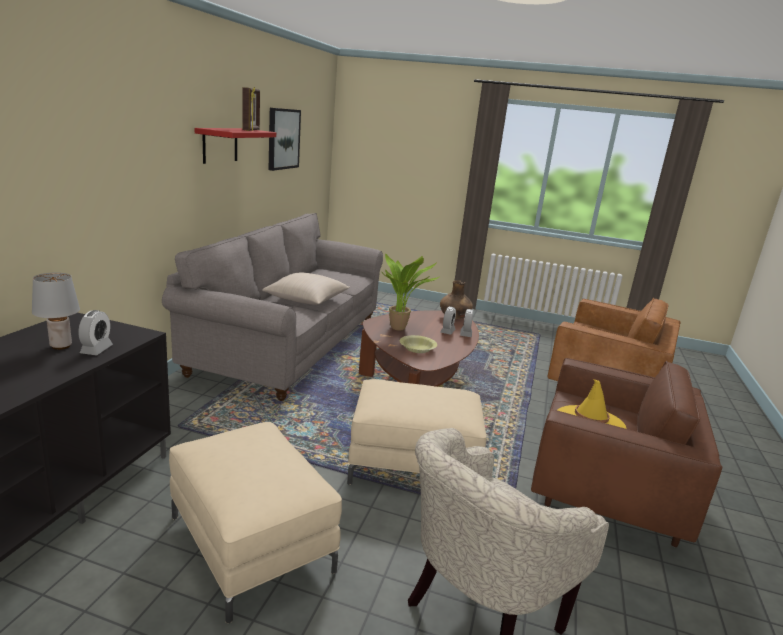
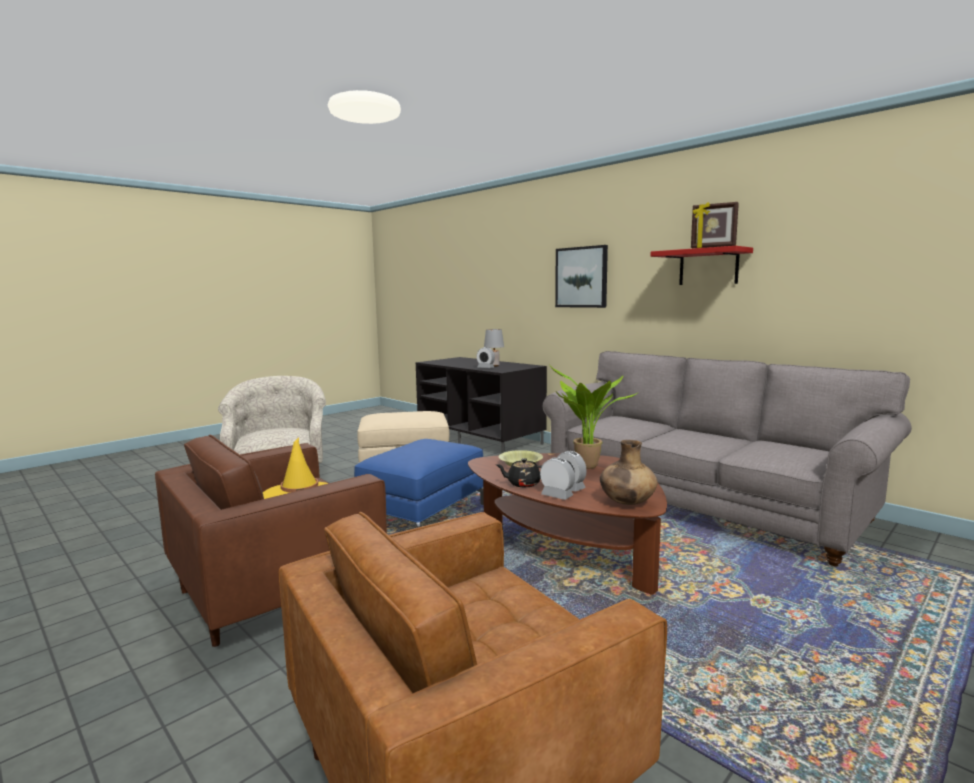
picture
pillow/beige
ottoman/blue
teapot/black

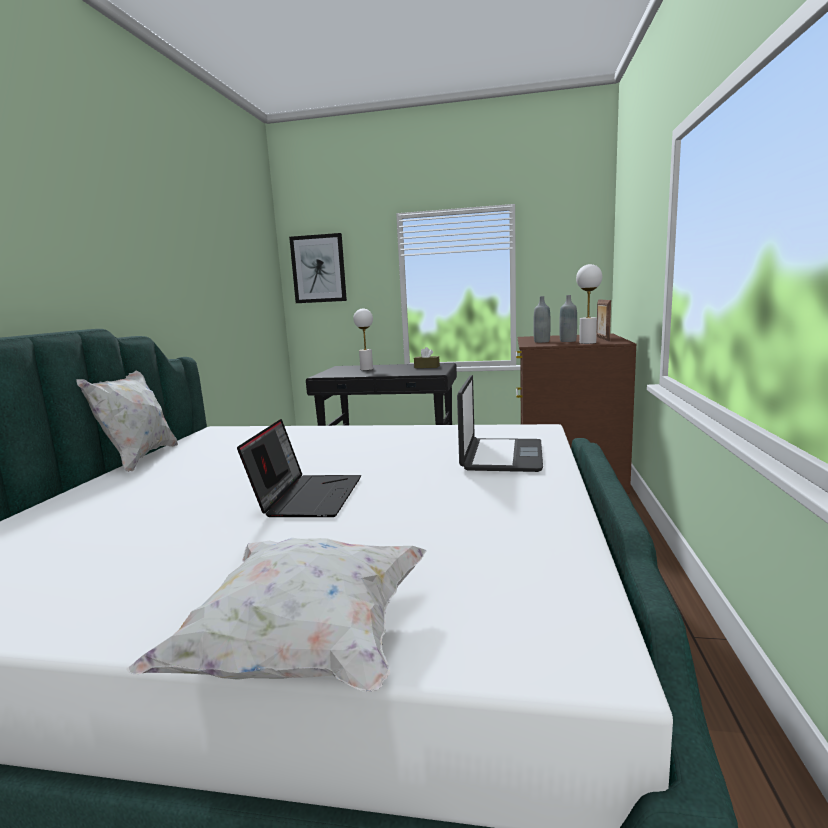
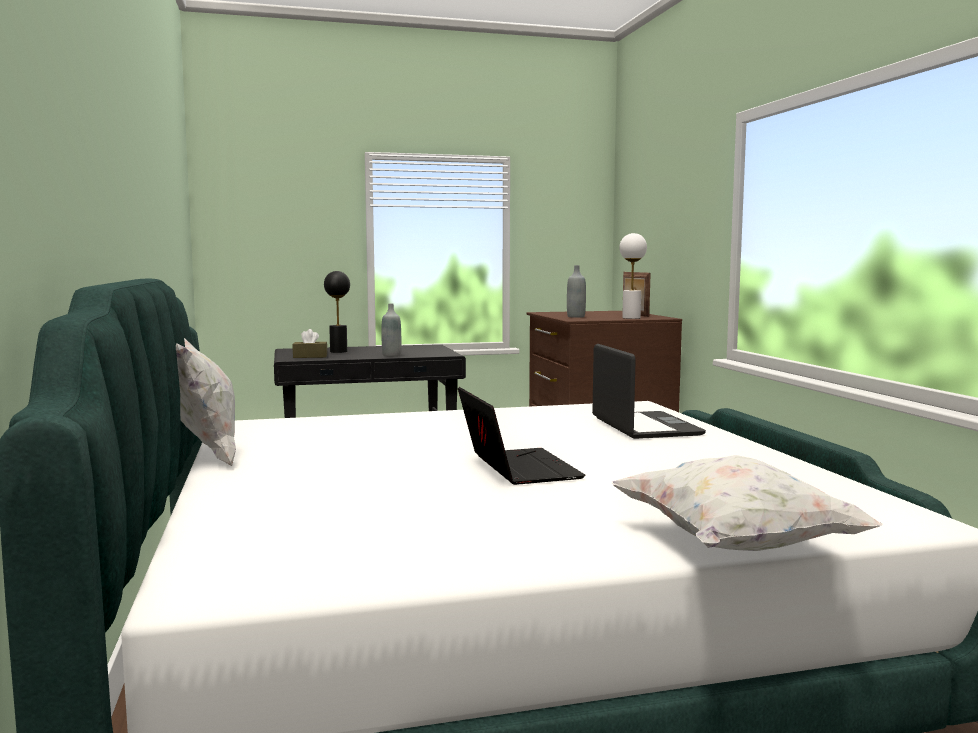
picture
bottle/grey (1st from left)
table lamp/black
tissue box/brown

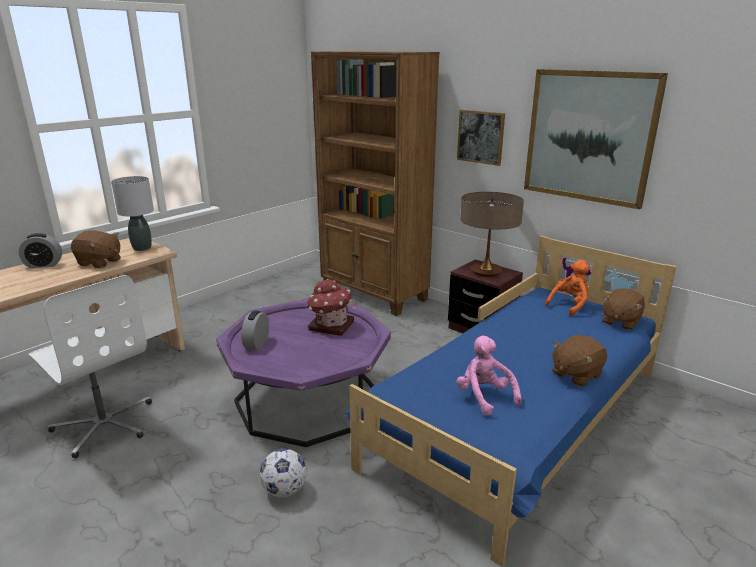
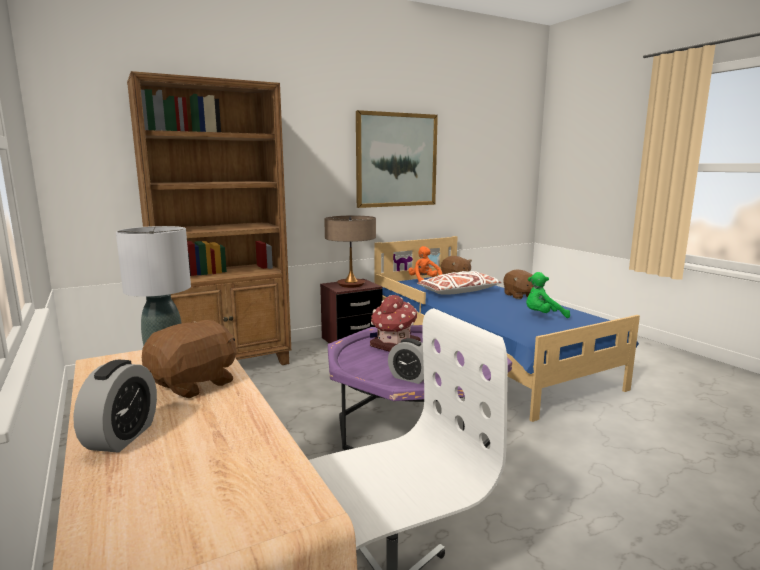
picture (1st from left in the first image)
plush toy/green
football
pillow/white

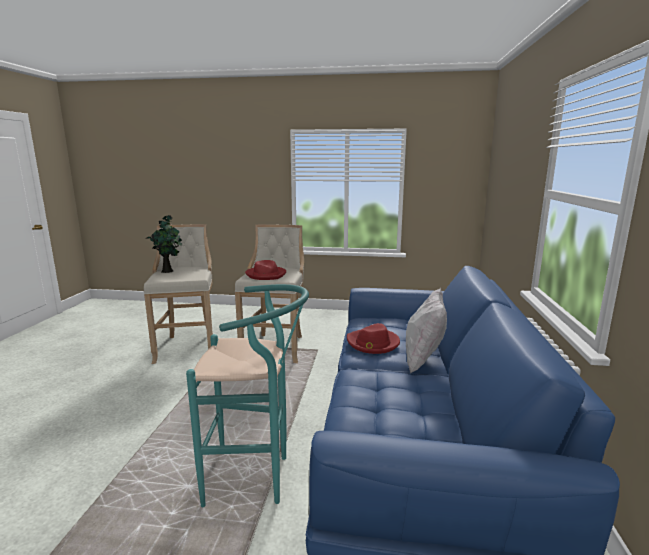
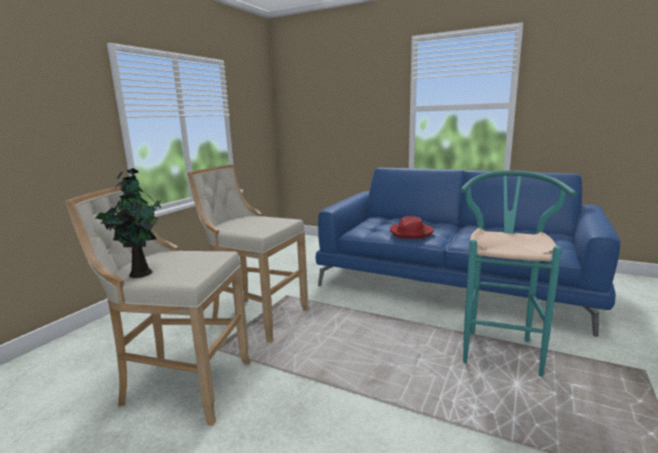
hat/red (1st from left in the first image)
pillow/white

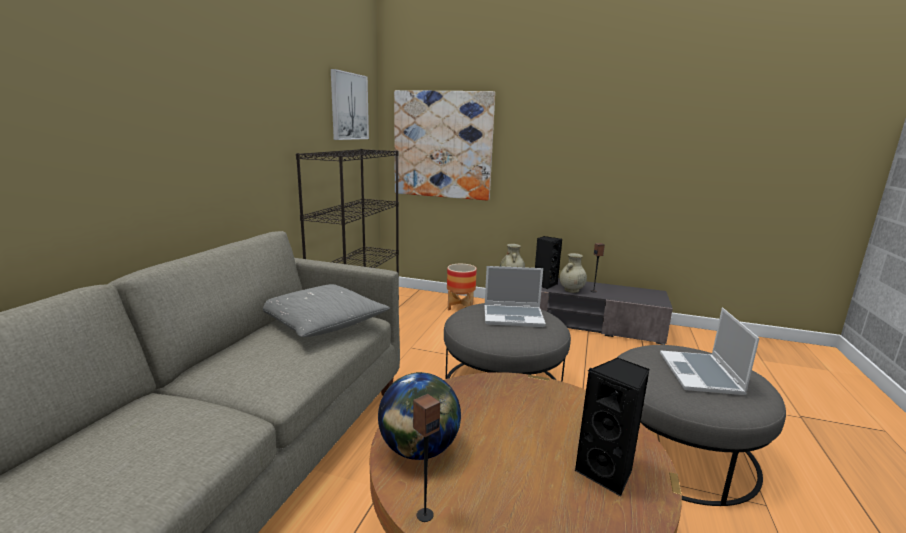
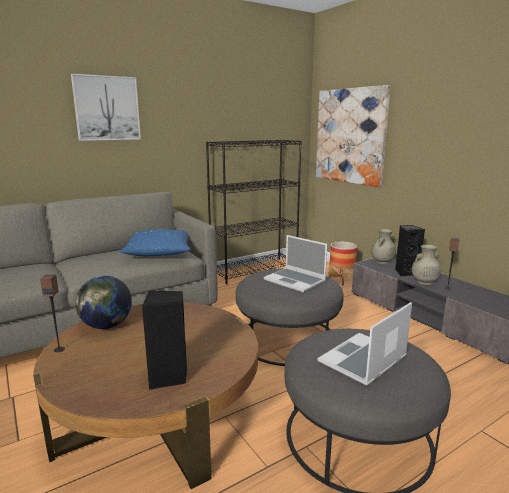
picture (1st from left)
pillow/blue

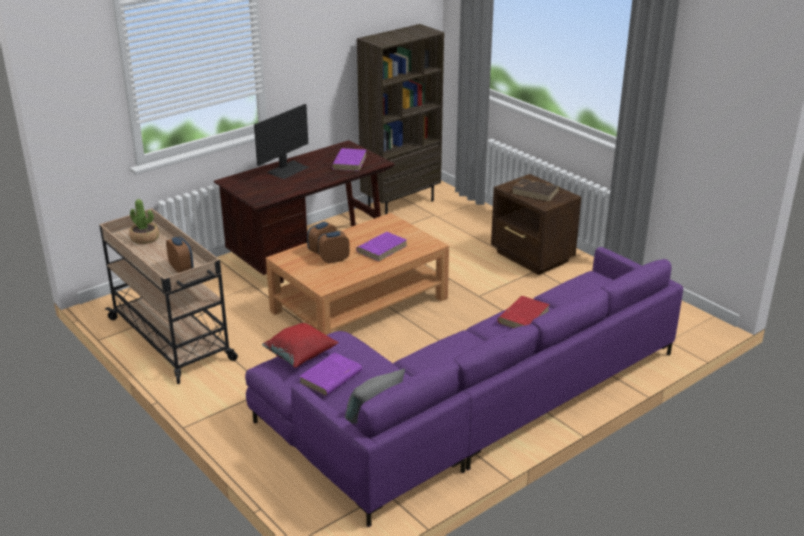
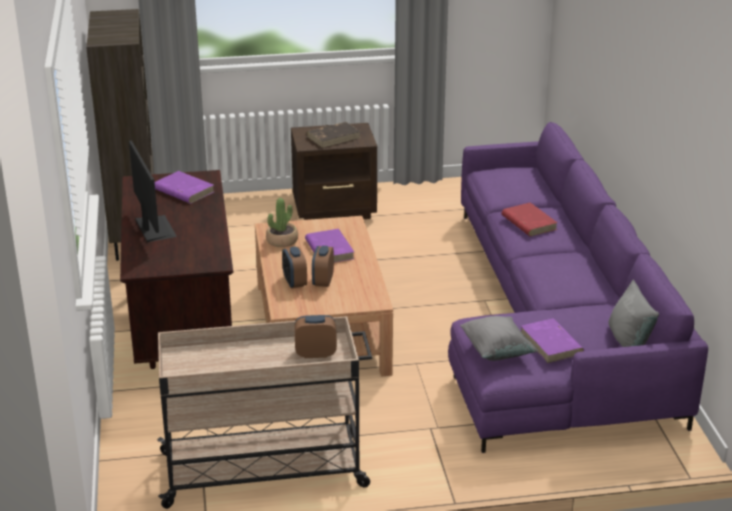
potted plant
pillow/grey (1st from left)

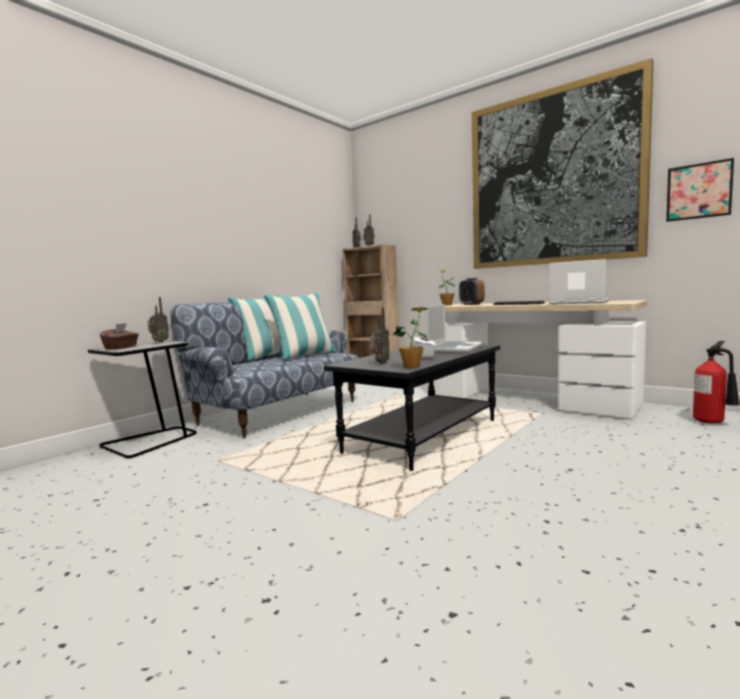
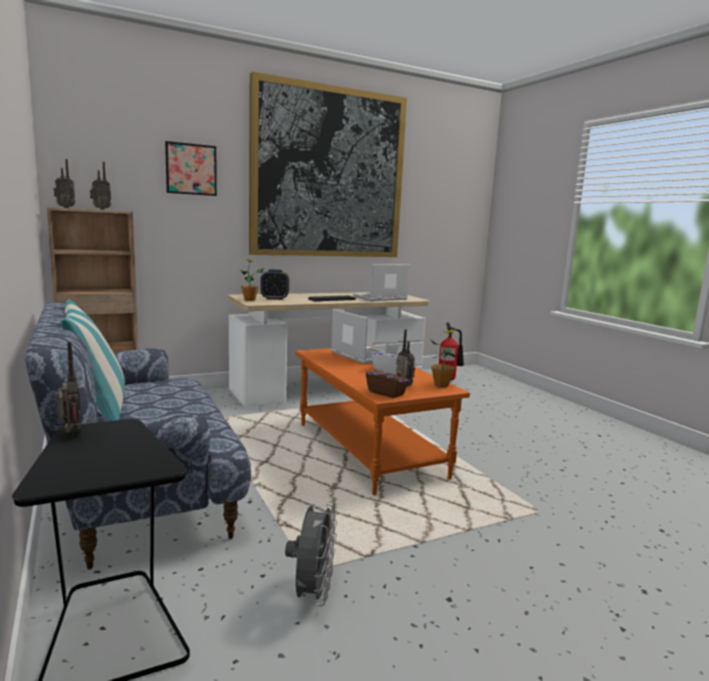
picture (1st from left)
pillow (2nd from left in the first image)
tissue box/brown
coffee table/orange
fan/grey

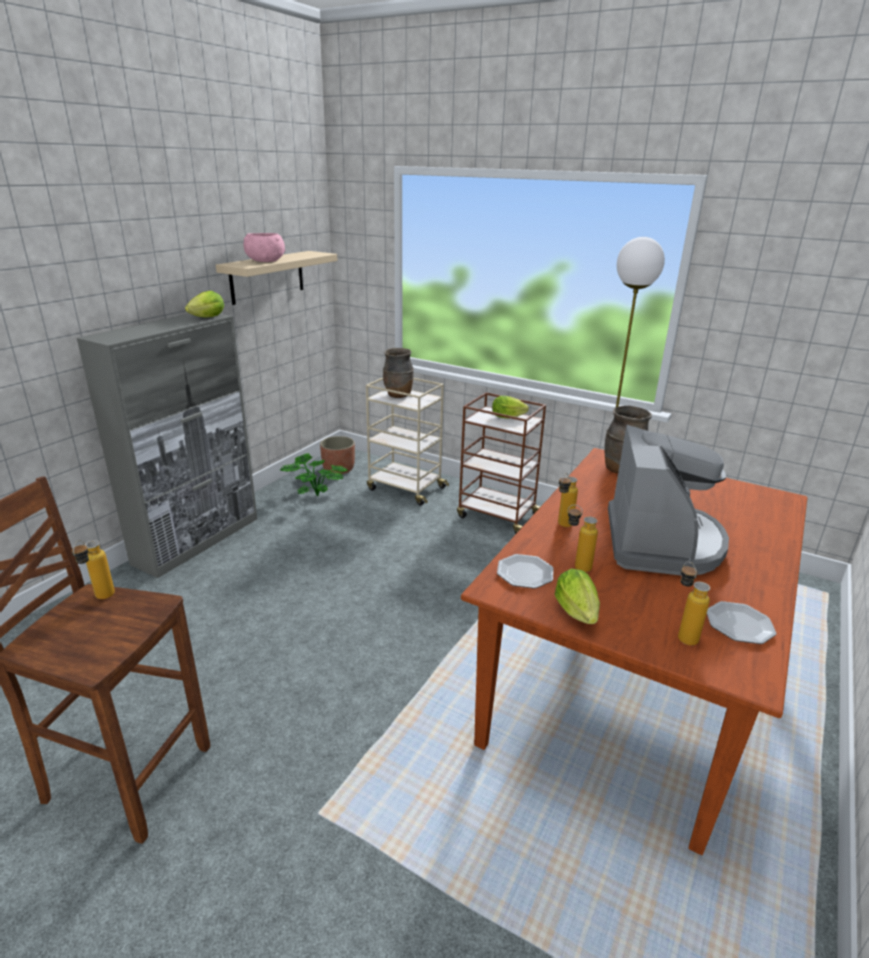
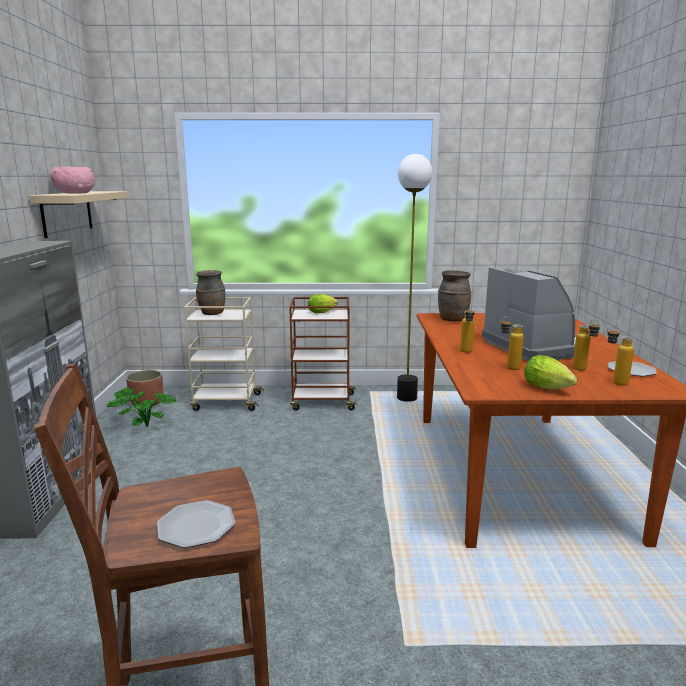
lettuce (1st from left in the first image)
bottle (3rd from left)
plate (1st from left)

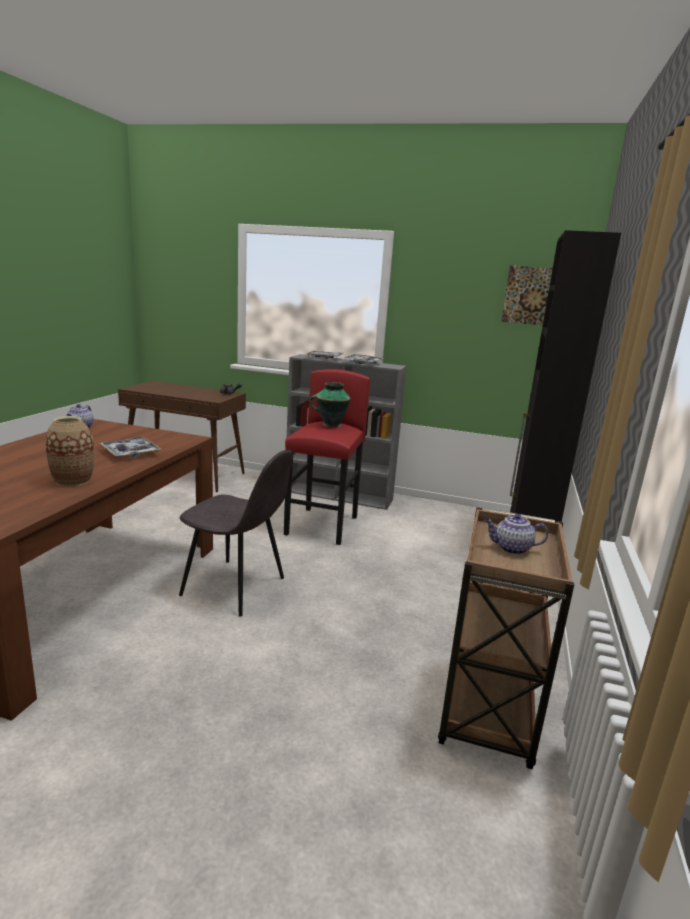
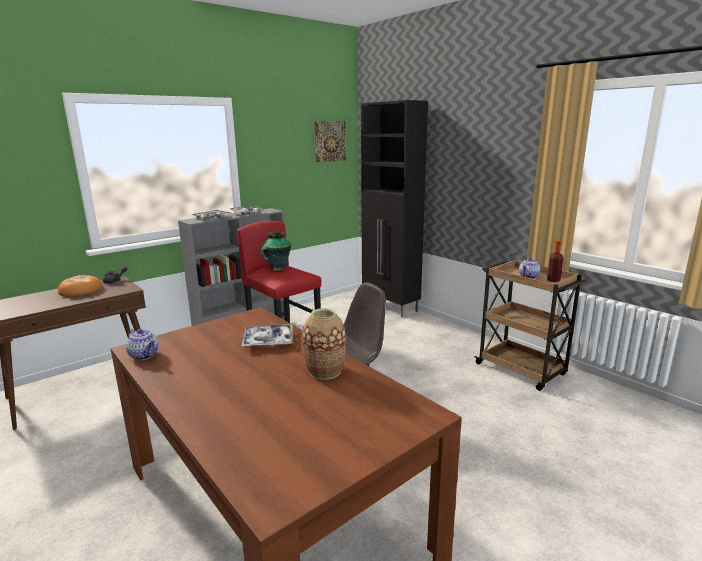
bottle
bread

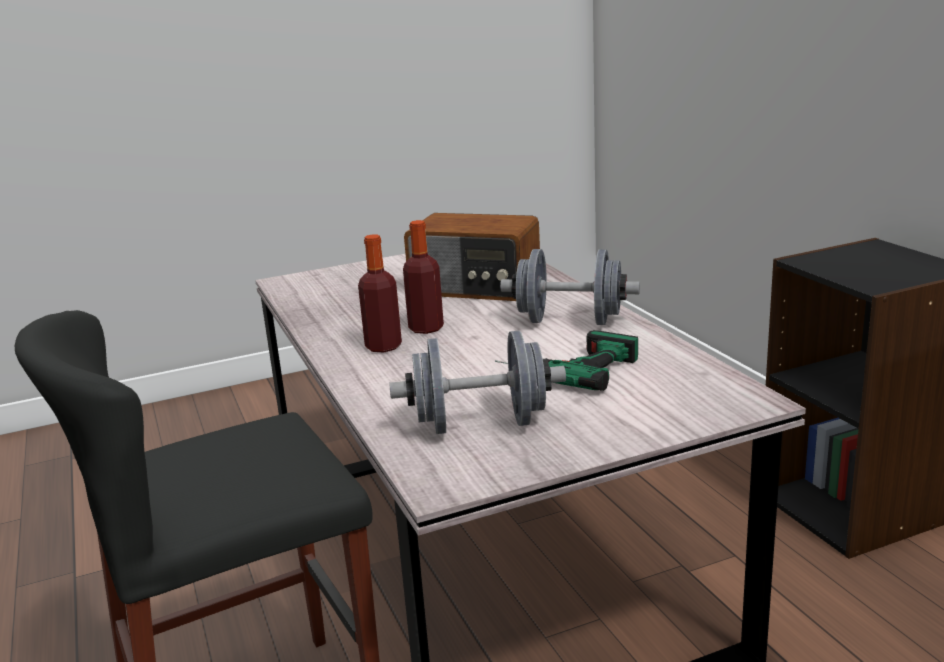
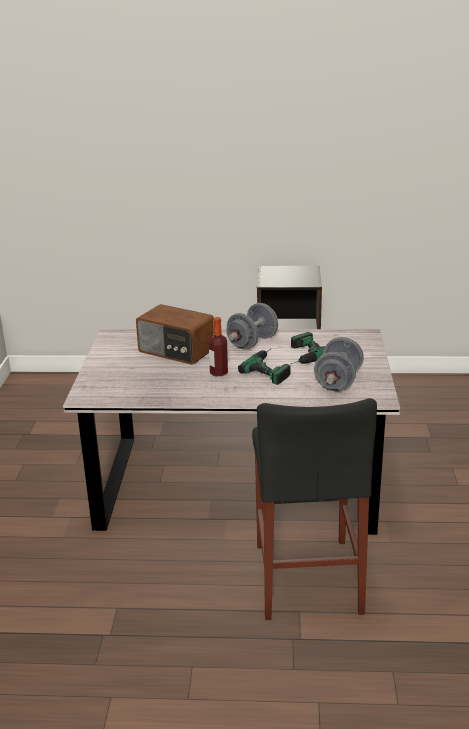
radio
bottle (1st from left in the first image)
power drill (1st from left)

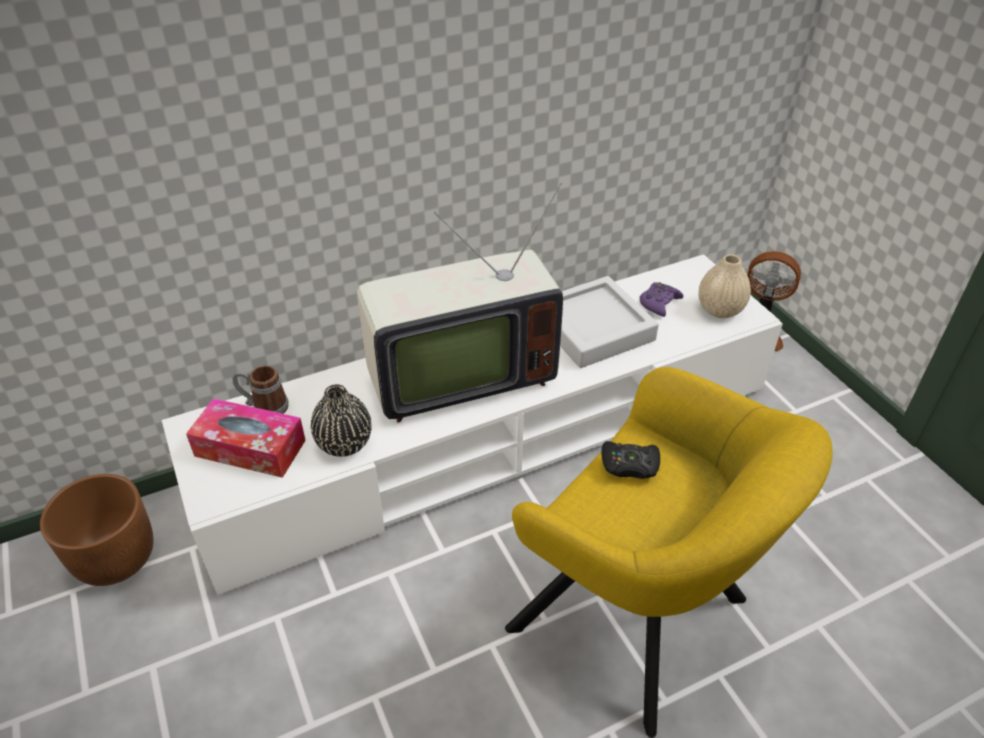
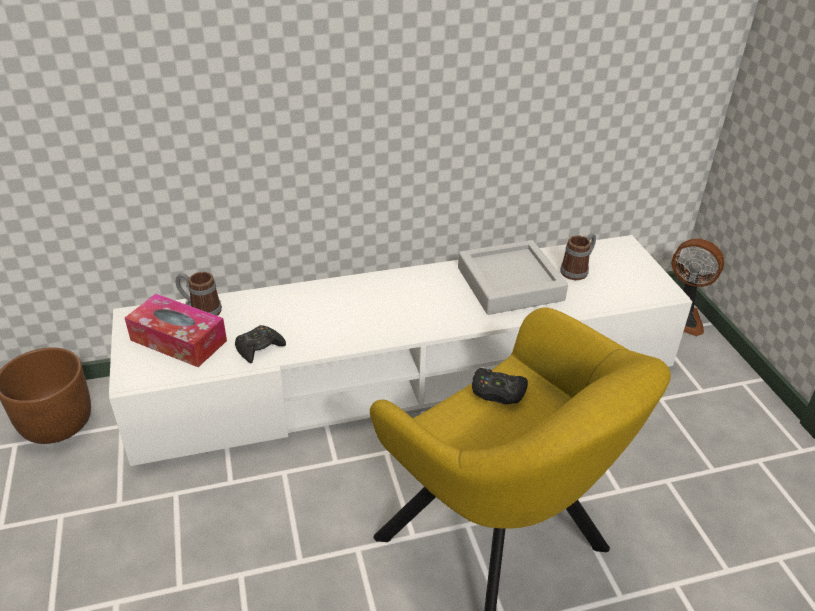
television
vase/beige
mug (2nd from left)
game controller/black (1st from left)

